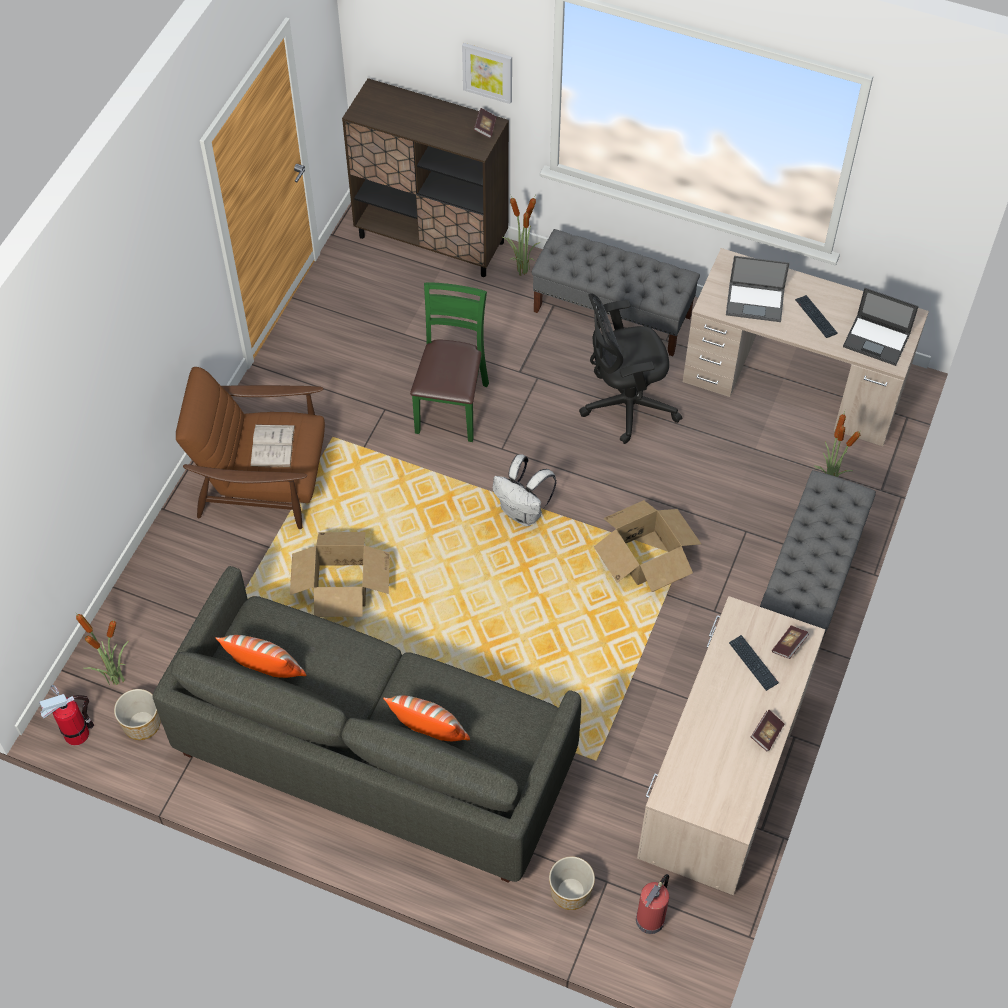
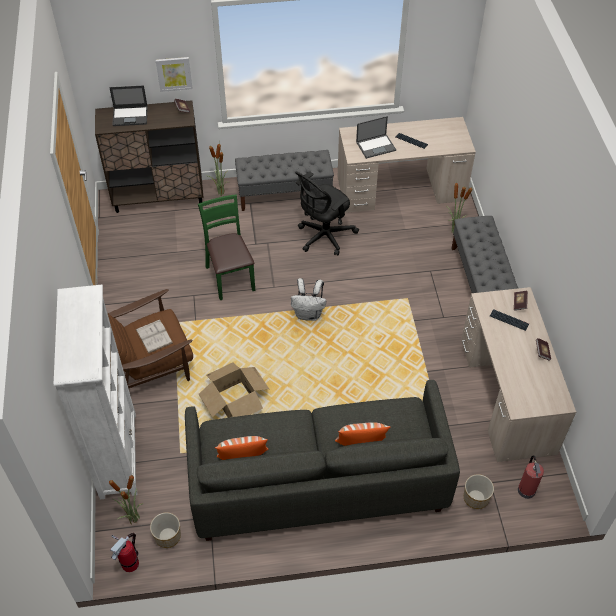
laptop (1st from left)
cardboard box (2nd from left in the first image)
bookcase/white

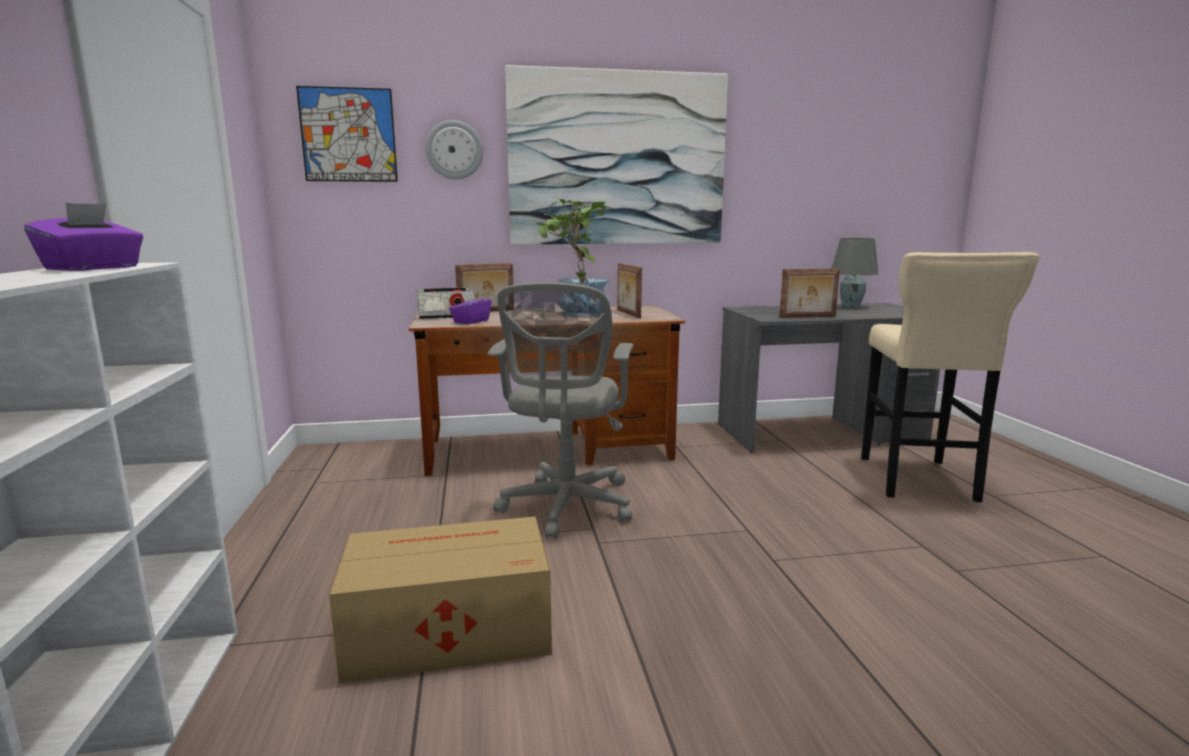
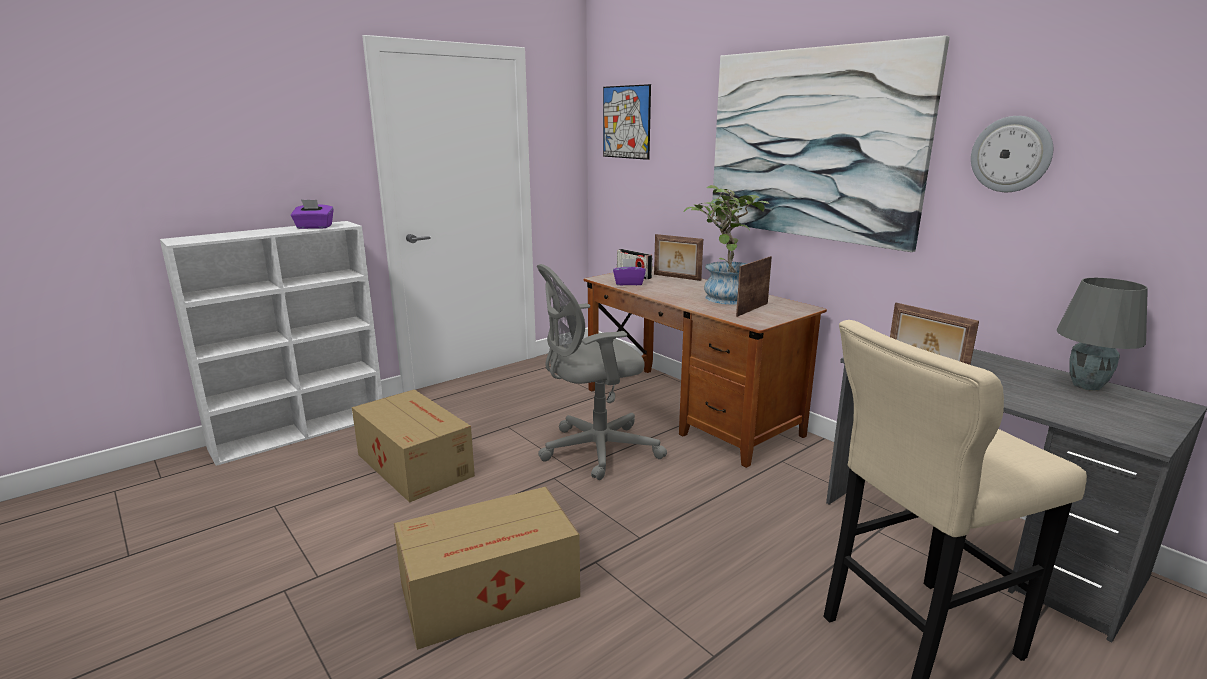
wall clock
cardboard box (2nd from left)

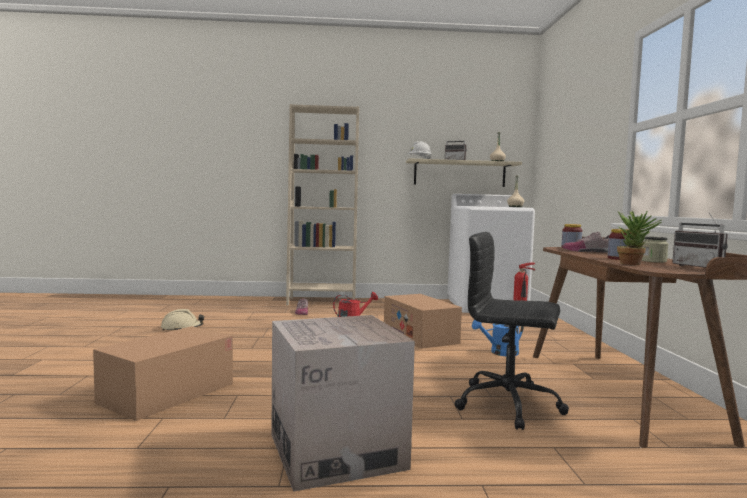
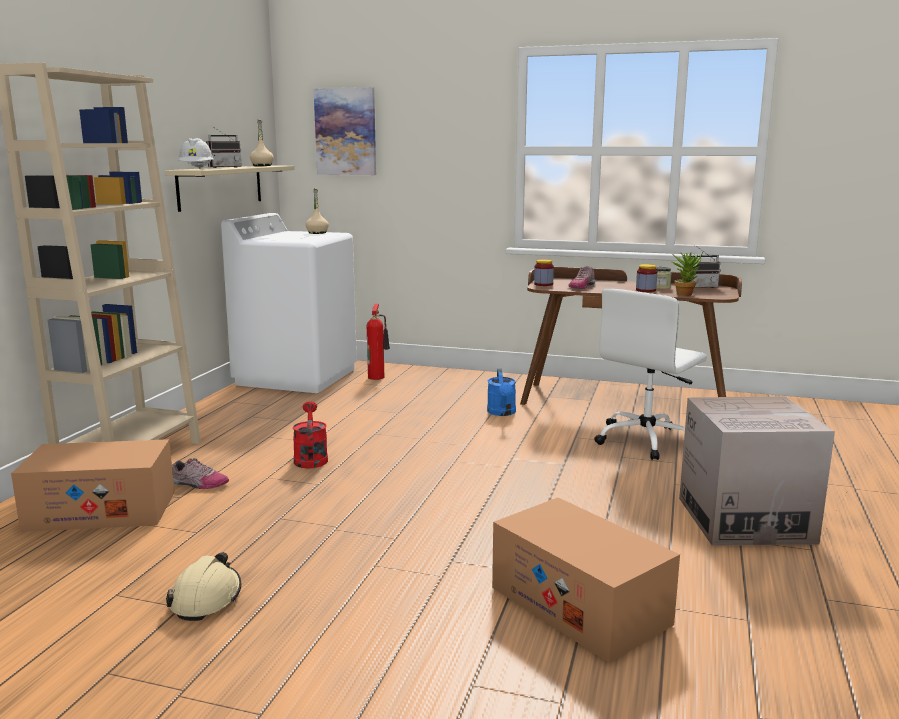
office chair/white
cardboard box (1st from left)
picture

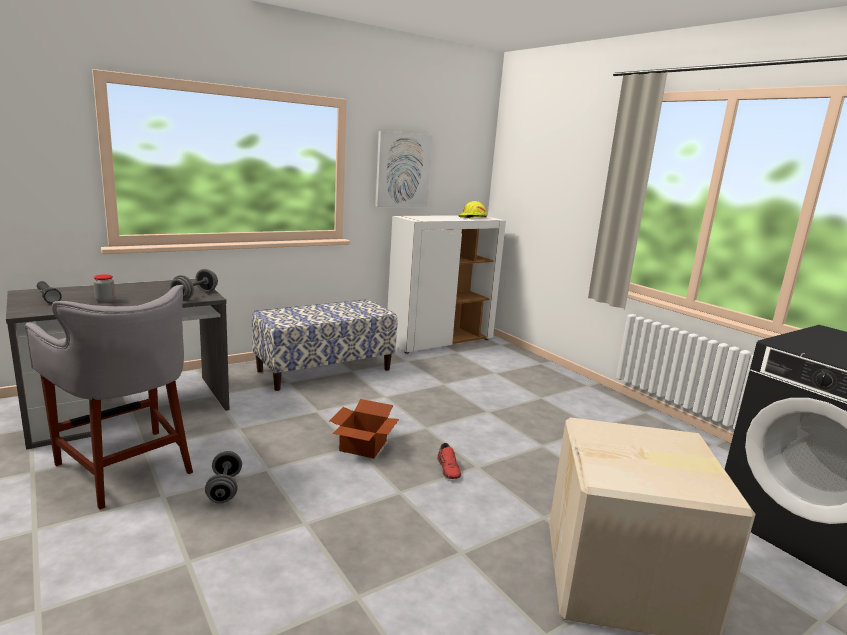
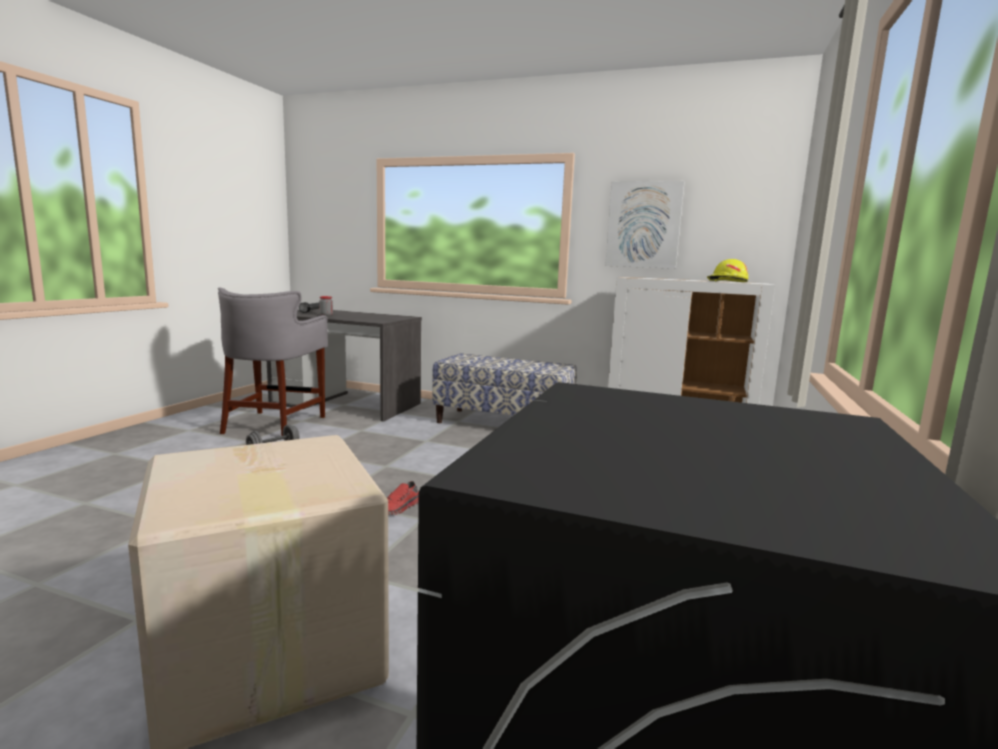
dumbbell/grey (1st from left in the first image)
cardboard box (1st from left in the first image)

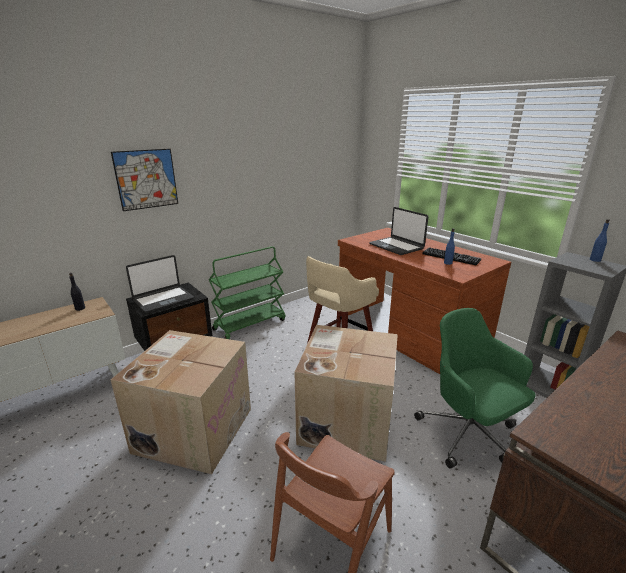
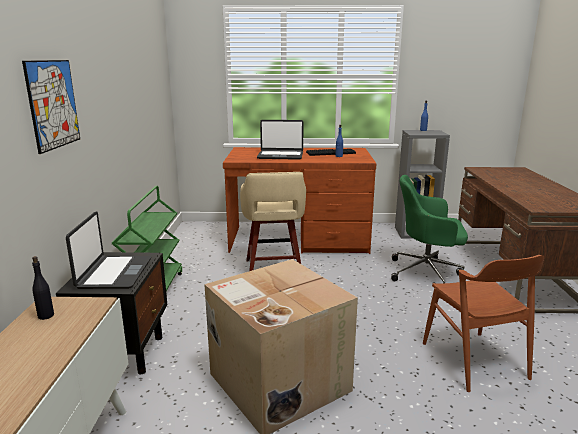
cardboard box (2nd from left in the first image)

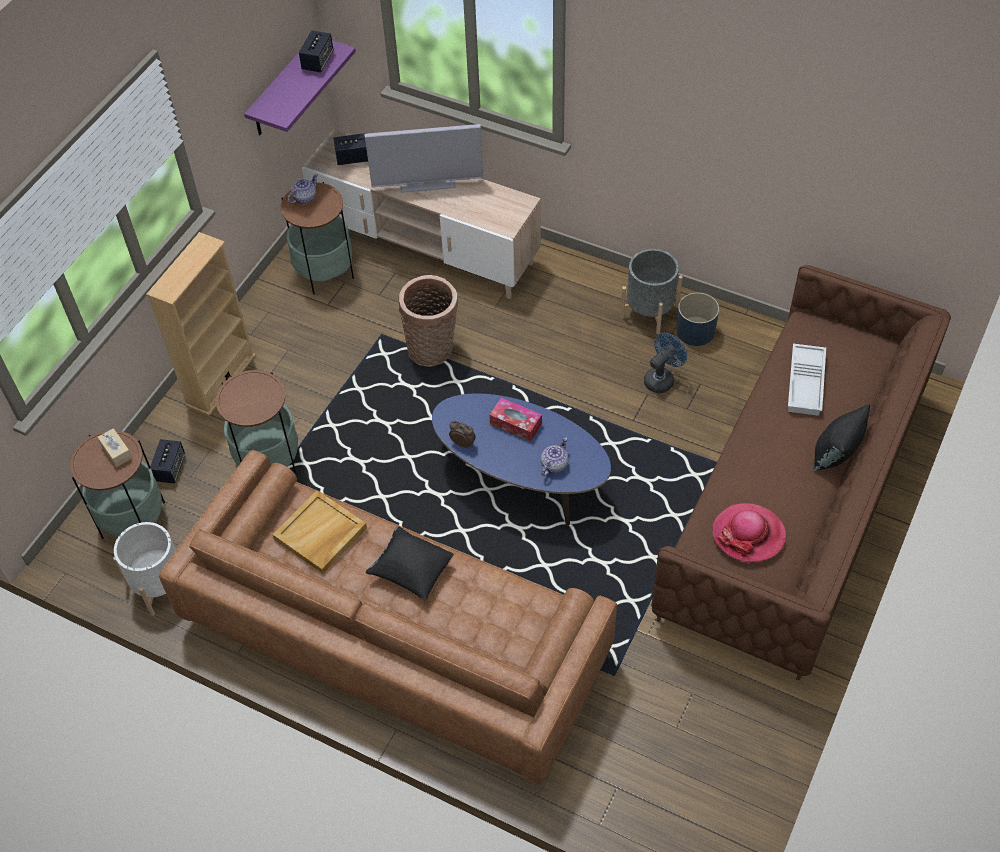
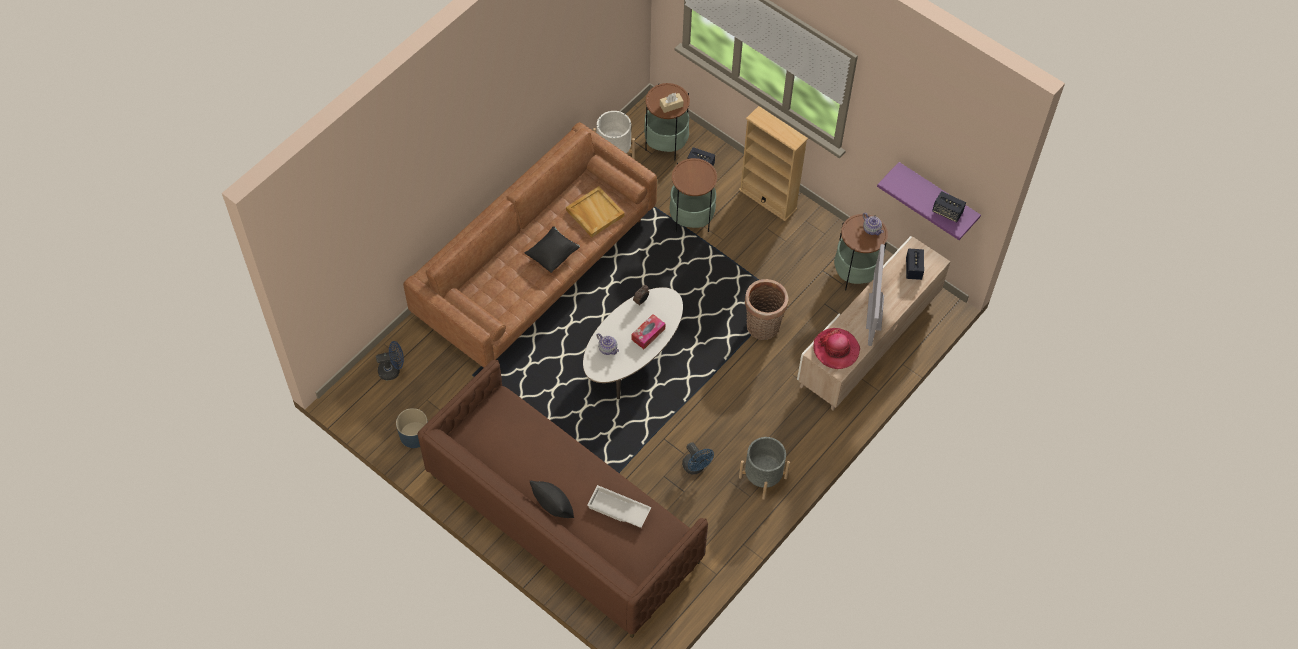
planter/blue
coffee table/white
hat
fan/blue (1st from left)

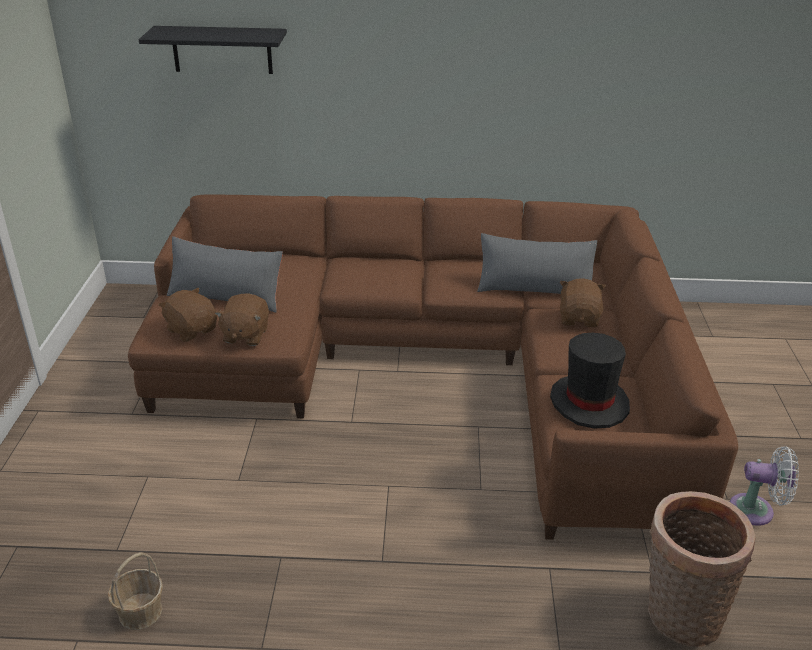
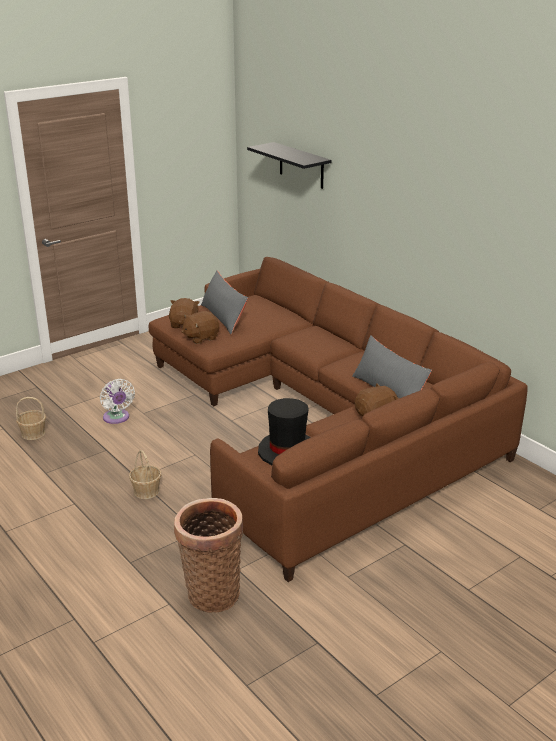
fan/white
basket (2nd from left)

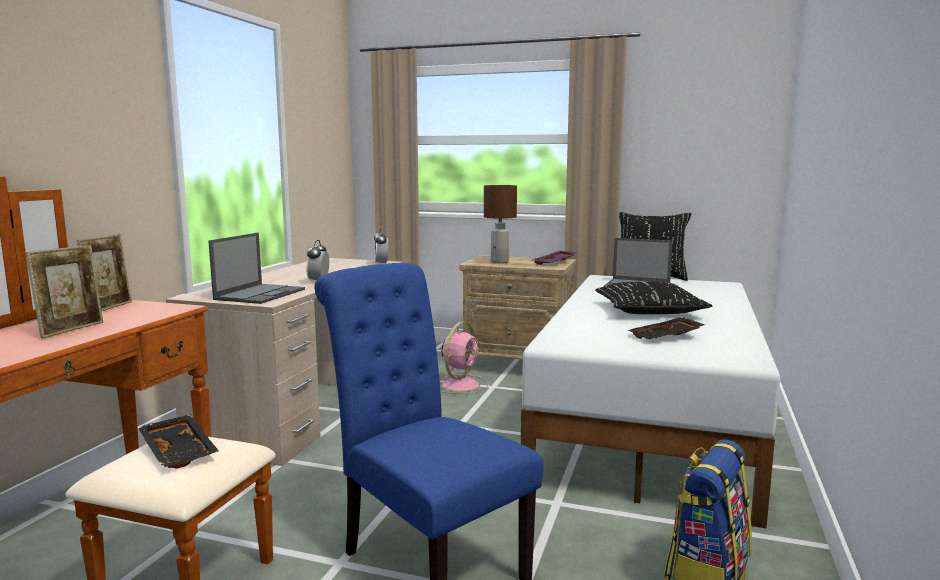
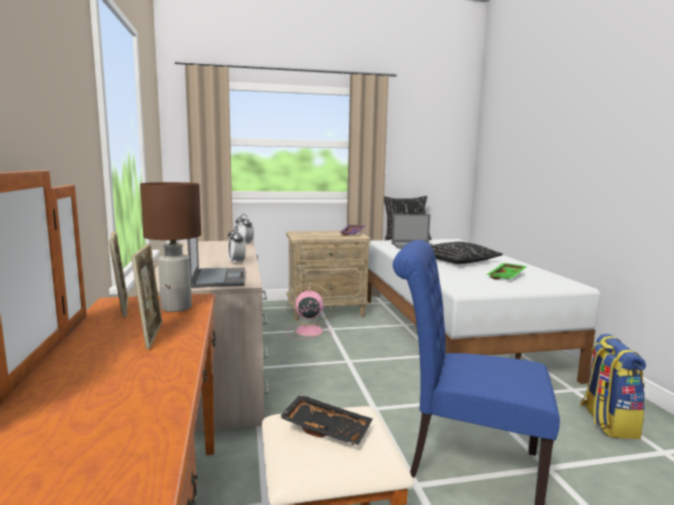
table lamp/brown
tray/green
fan/pink

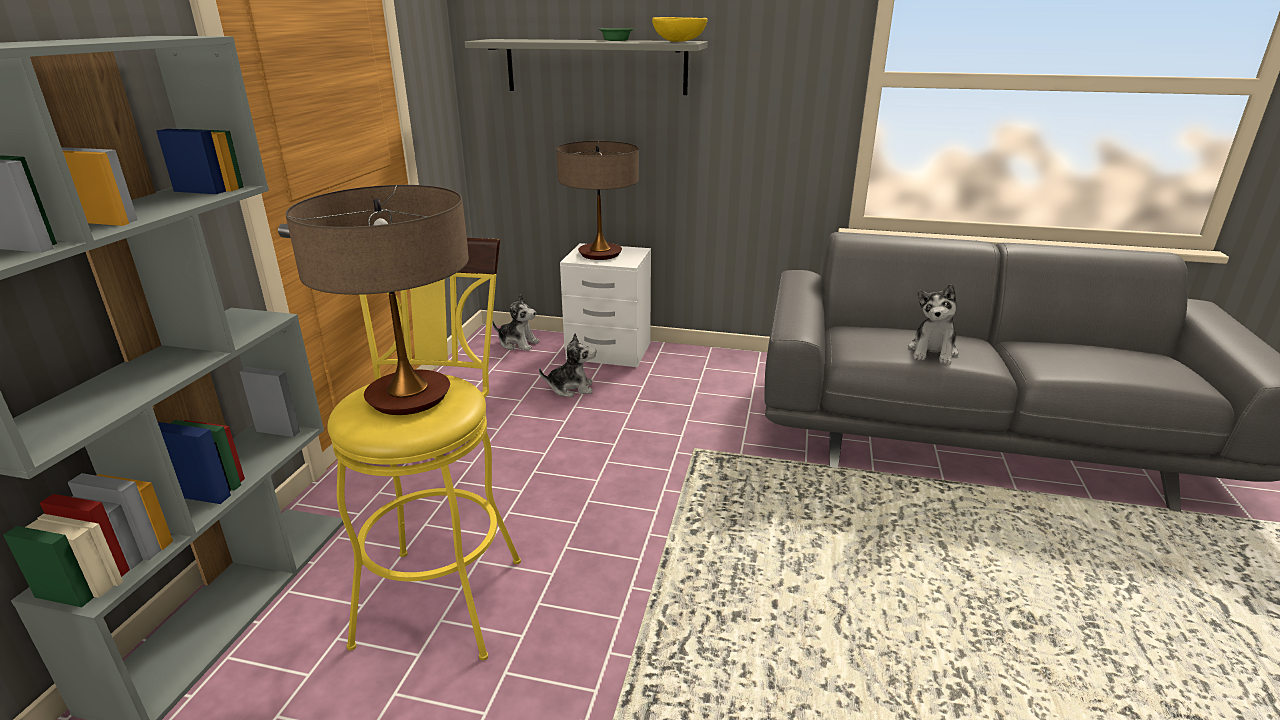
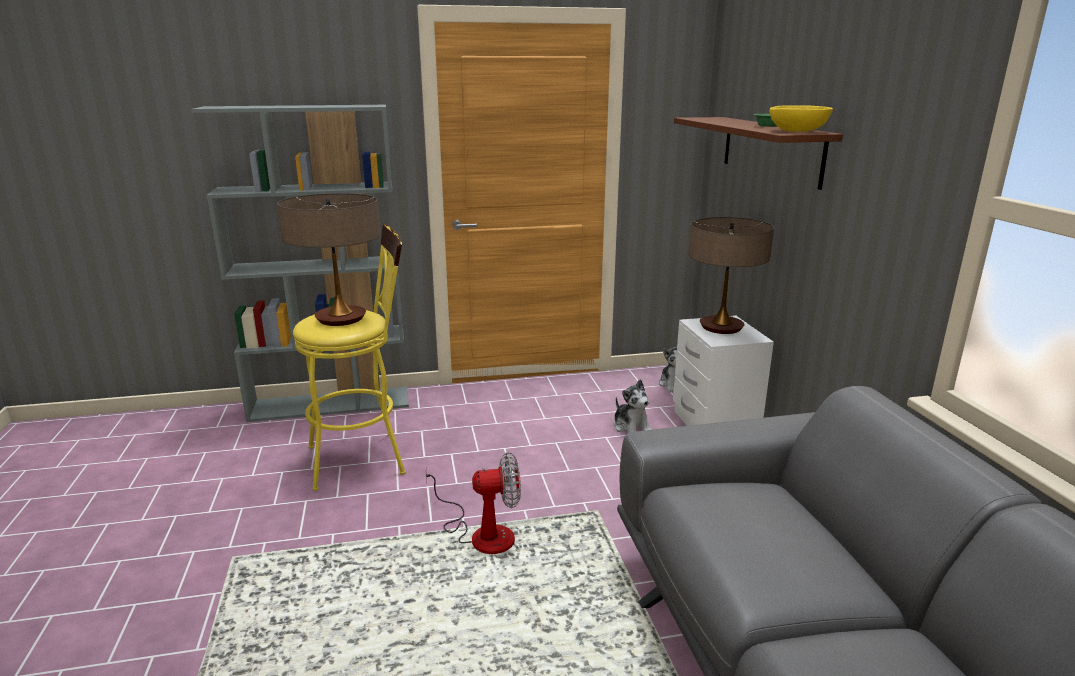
shelf/brown
plush toy (3rd from left in the first image)
fan

